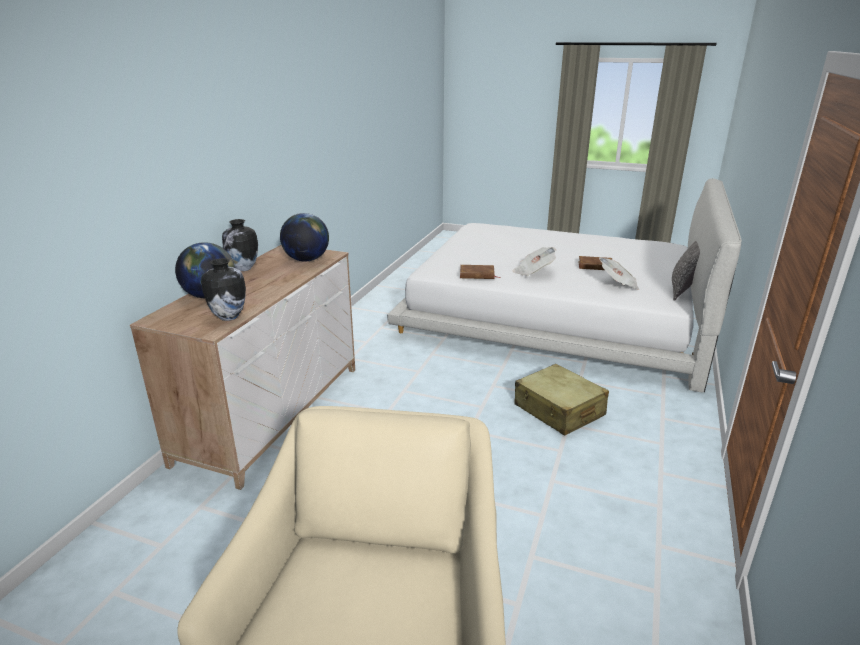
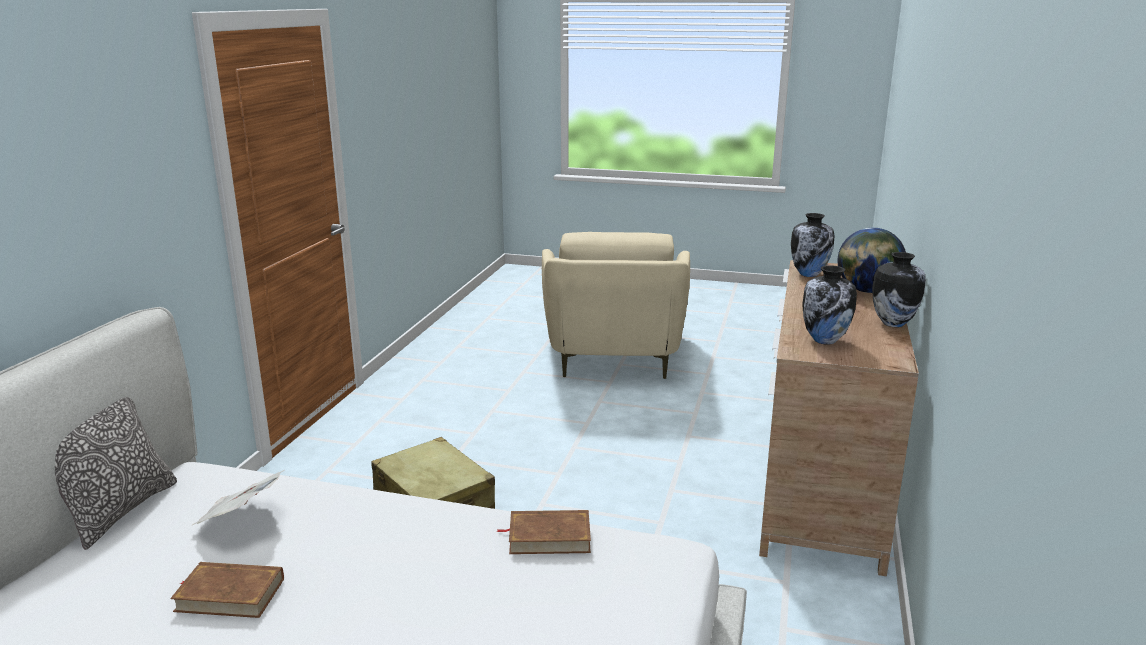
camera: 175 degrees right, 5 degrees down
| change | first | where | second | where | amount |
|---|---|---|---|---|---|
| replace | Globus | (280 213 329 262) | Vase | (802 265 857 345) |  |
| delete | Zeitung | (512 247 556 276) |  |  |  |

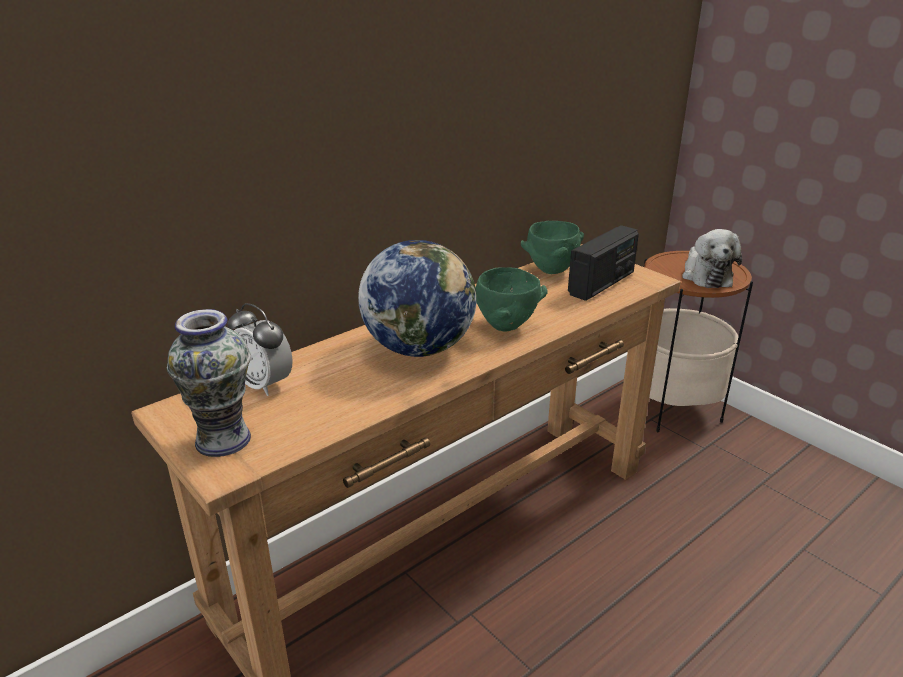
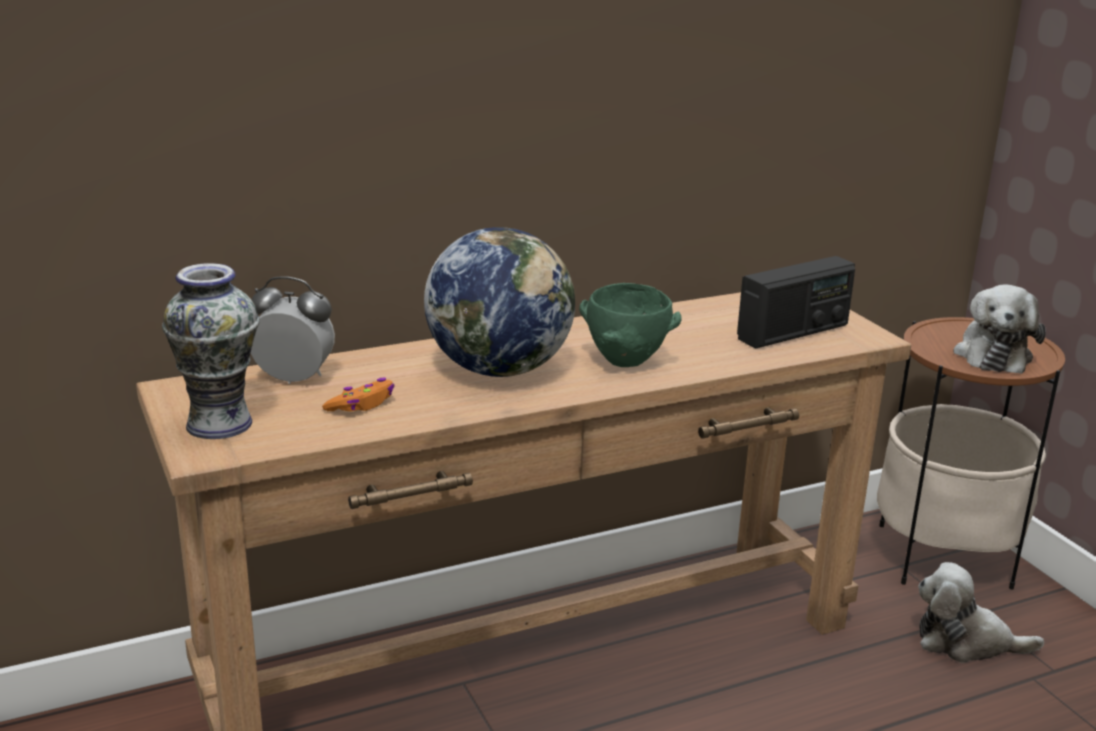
camera: 15 degrees right, 5 degrees down
| change | first | where | second | where | amount |
|---|---|---|---|---|---|
| delete | Schüssel (grün) | (521 221 584 274) |  |  |  |
| rotate | Wecker | (228 303 293 396) |  | (251 276 335 384) | 135 degrees clockwise |
| insert |  |  | Gamepad (orange) | (322 377 395 411) |  |
| insert |  |  | Plüschtier | (918 562 1044 663) |  |

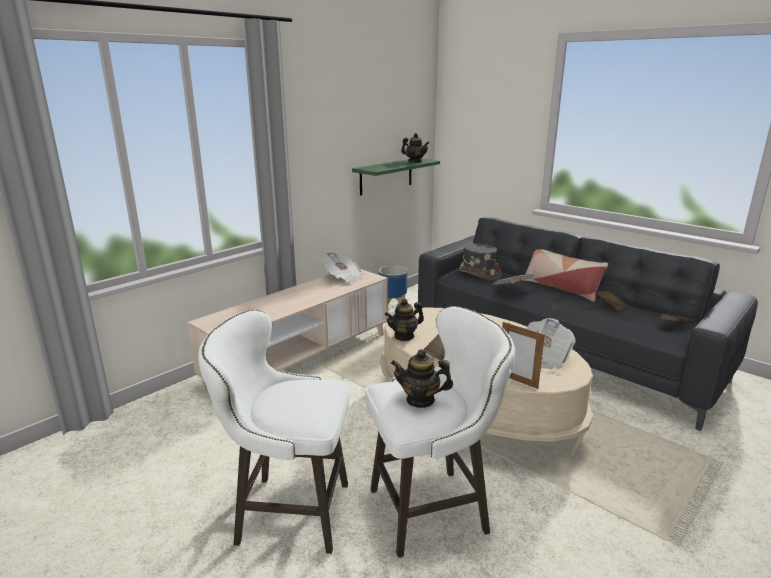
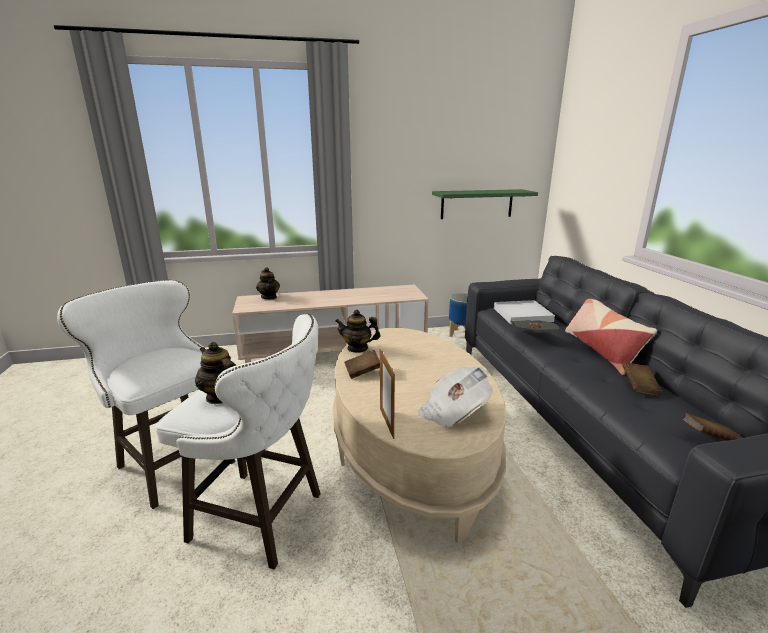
camera: 35 degrees right, 0 degrees up
| change | first | where | second | where | amount |
|---|---|---|---|---|---|
| move | Teekanne | (401 133 429 162) |  | (256 267 280 299) |  |
| replace | Hut (grau) | (456 243 502 281) | Tablett (weiß) | (494 300 555 324) |  |
| delete | Zeitung | (323 252 363 284) |  |  |  |

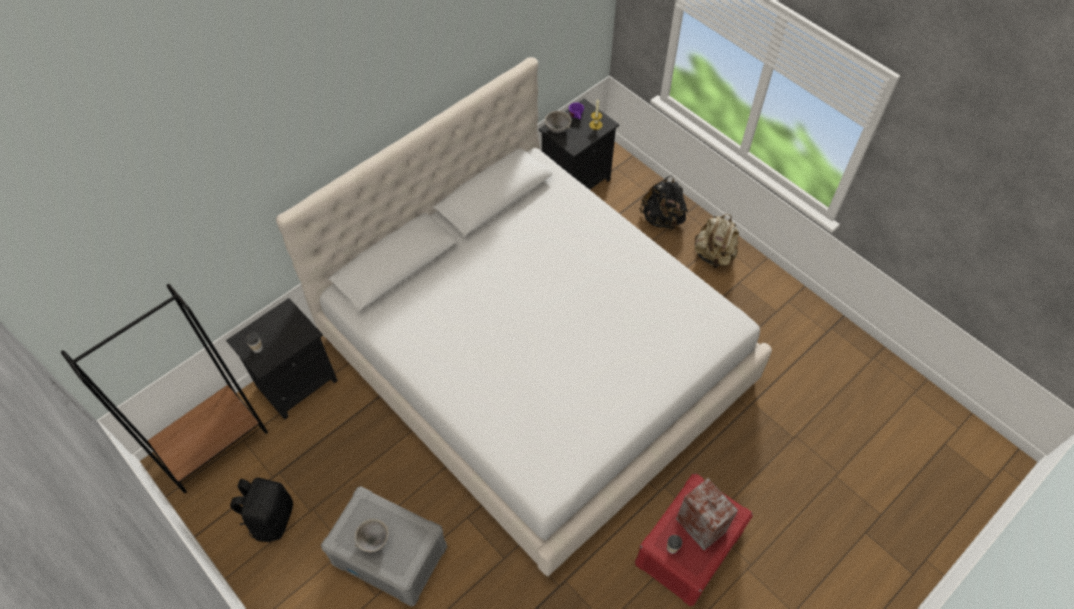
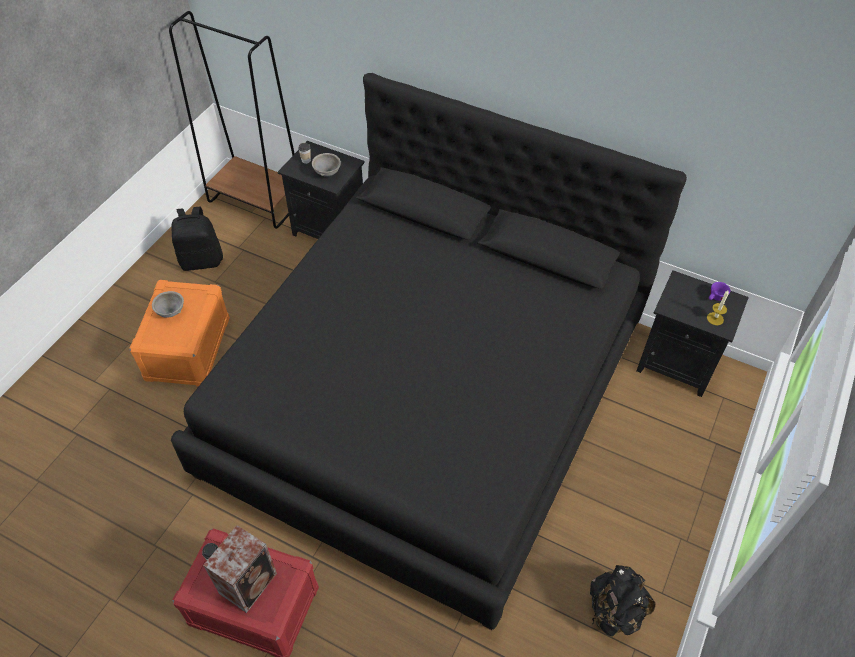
camera: 70 degrees right, 5 degrees down
| change | first | where | second | where | amount |
|---|---|---|---|---|---|
| recolor | Bett (weiß) | (276 57 772 577) | Bett (schwarz) | (171 73 687 630) |  |
| move | Schüssel (grau) | (545 111 571 133) |  | (312 153 341 177) |  |
| move | Rucksack (schwarz) | (639 176 688 231) |  | (590 565 656 636) |  |
| delete | Rucksack (beige) | (694 214 739 268) |  |  |  |
| recolor | Aufbewahrungsbox (grau) | (321 486 447 607) | Aufbewahrungsbox (orange) | (129 280 230 386) |  |

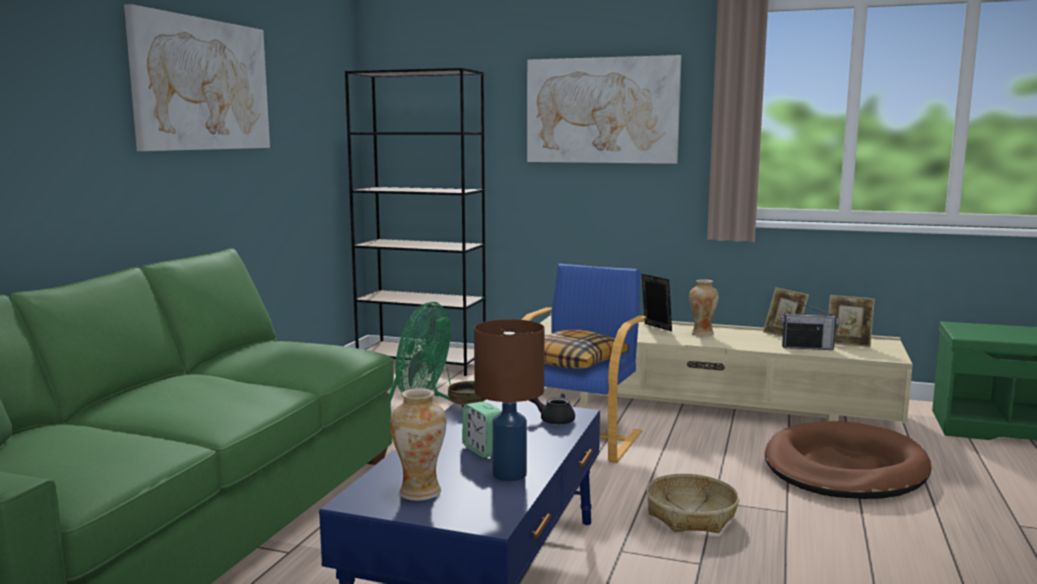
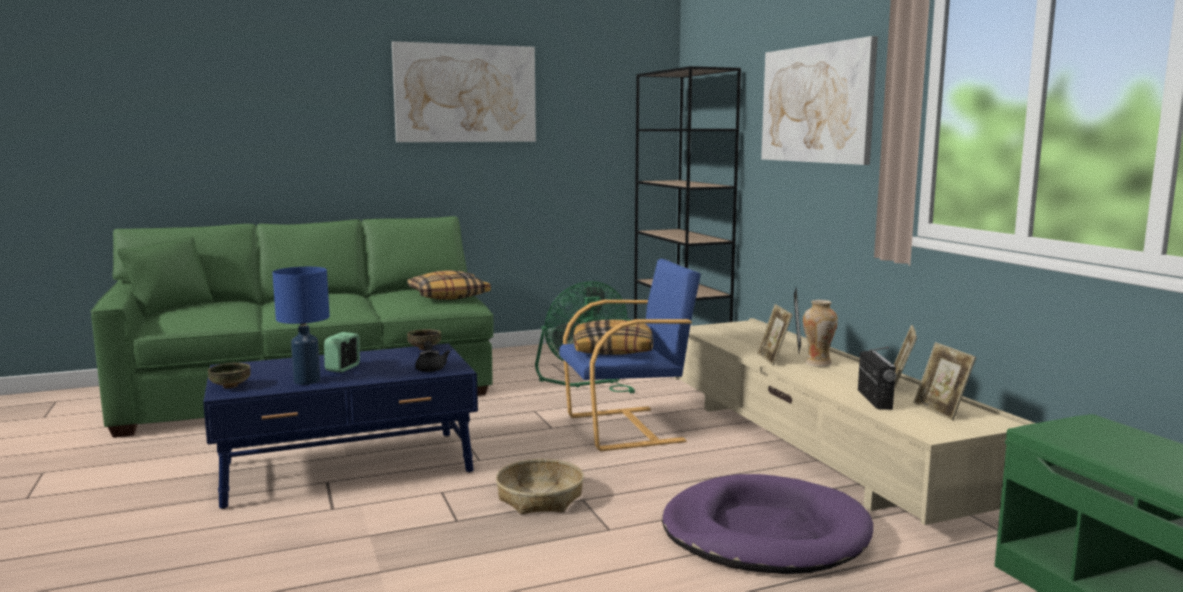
camera: 50 degrees right, 0 degrees up
| change | first | where | second | where | amount |
|---|---|---|---|---|---|
| rotate | Radio | (780 300 839 350) |  | (858 347 896 410) | 150 degrees counterclockwise |
| recolor | Tischlampe (braun) | (474 319 545 482) | Tischlampe (blau) | (272 267 330 385) |  |
| delete | Vase | (390 388 446 501) |  |  |  |
| recolor | Hundebett (braun) | (765 421 932 499) | Hundebett (lila) | (662 474 873 574) |  |
| insert |  |  | Kissen | (408 271 491 300) |  |
| insert |  |  | Bilderrahmen | (757 304 793 366) |  |
| insert |  |  | Schüssel | (208 363 251 388) |  |

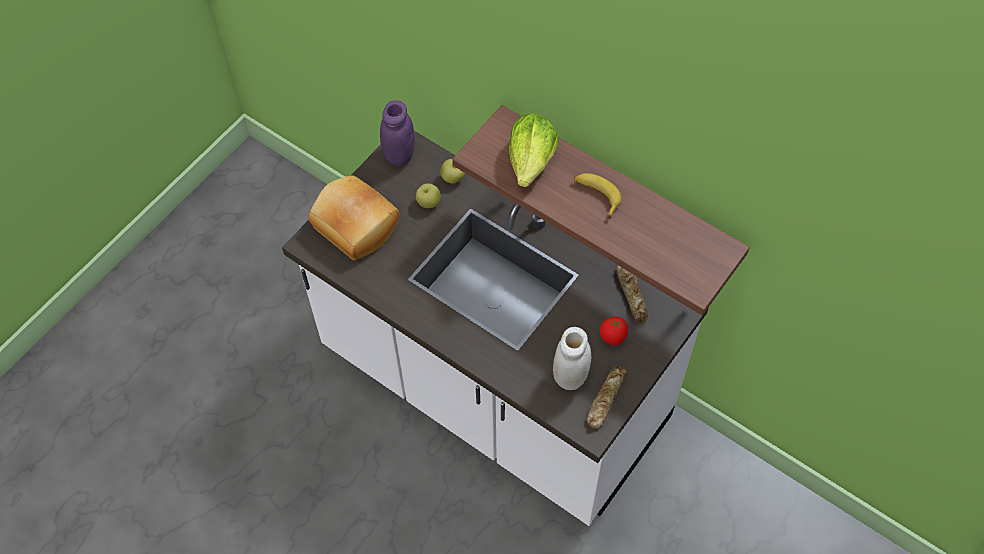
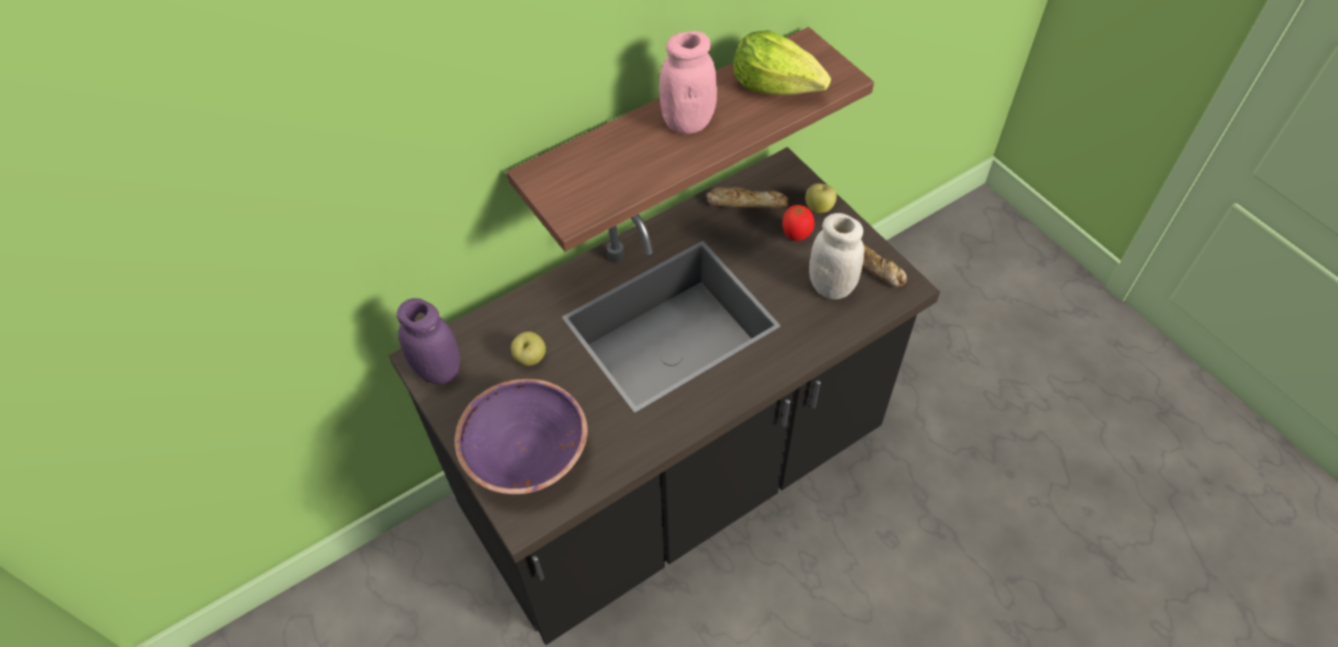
camera: 70 degrees left, 5 degrees down
| change | first | where | second | where | amount |
|---|---|---|---|---|---|
| move | Salatkopf | (509 113 559 187) |  | (733 30 831 95) |  |
| recolor | Küchenzeile (weiß) | (282 131 709 526) | Küchenzeile (schwarz) | (388 147 940 645) |  |
| move | Apfel | (440 159 465 184) |  | (805 183 837 213) |  |
| replace | Banane | (574 173 622 219) | Vorratsglas (rosa) | (659 31 717 134) |  |
| replace | Brot | (309 176 399 261) | Schüssel (lila) | (455 379 588 494) |  |

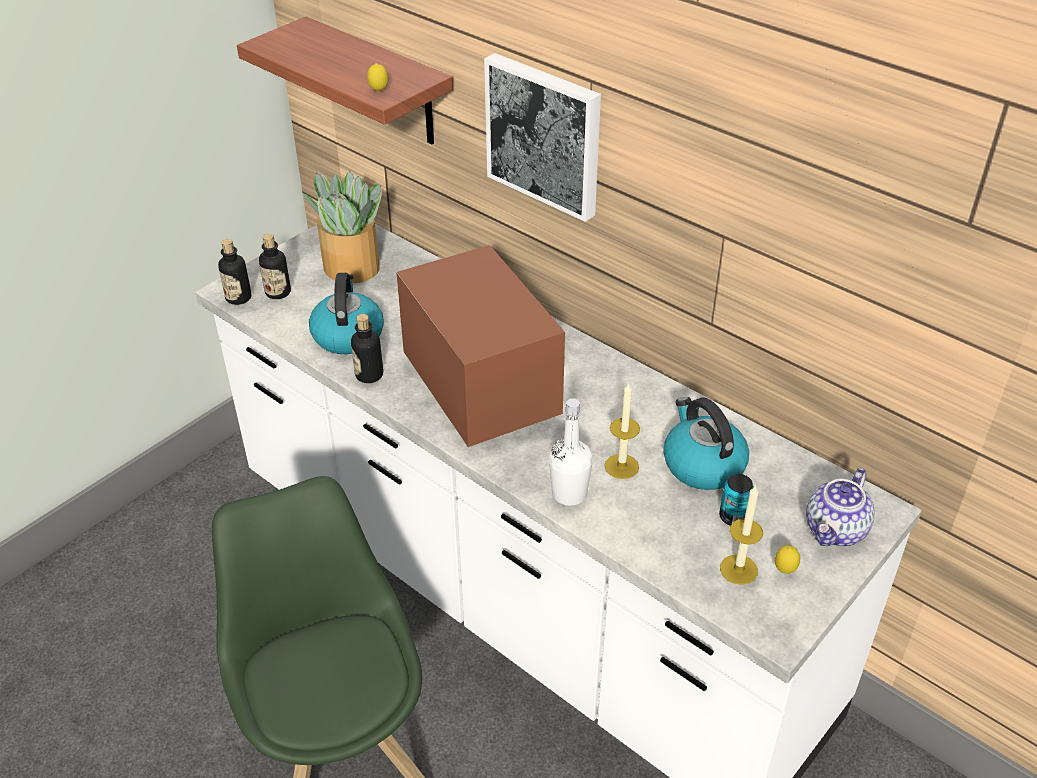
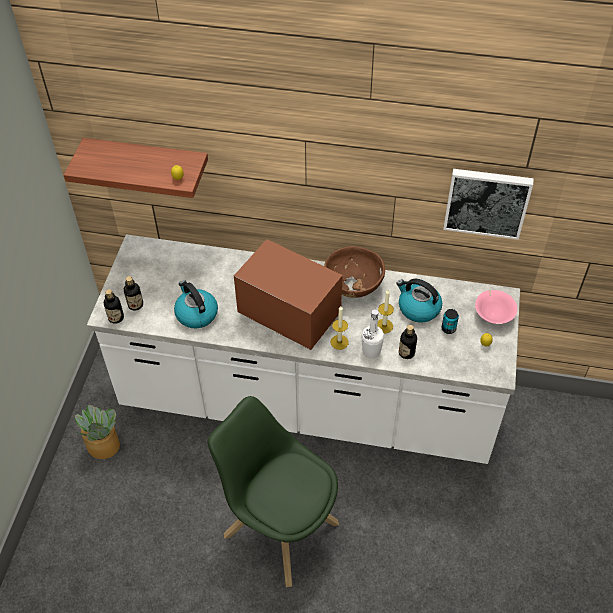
camera: 30 degrees left, 10 degrees up
| change | first | where | second | where | amount |
|---|---|---|---|---|---|
| move | Bild | (484 53 601 222) |  | (443 169 533 240) |  |
| move | Topfpflanze | (302 170 382 283) |  | (75 405 120 459) |  |
| move | Flasche | (351 314 383 383) |  | (399 325 417 359) |  |
| replace | Teekanne | (806 468 875 546) | Schüssel (rosa) | (475 290 517 324) |  |
| move | Kerze | (720 485 763 585) |  | (331 306 349 350) |  |
| insert |  |  | Schüssel (braun) | (324 246 385 298) |  |

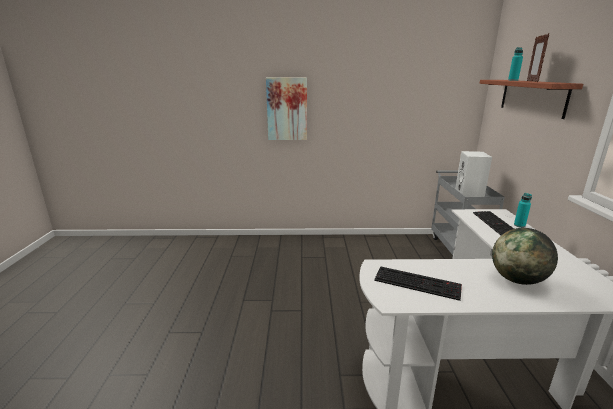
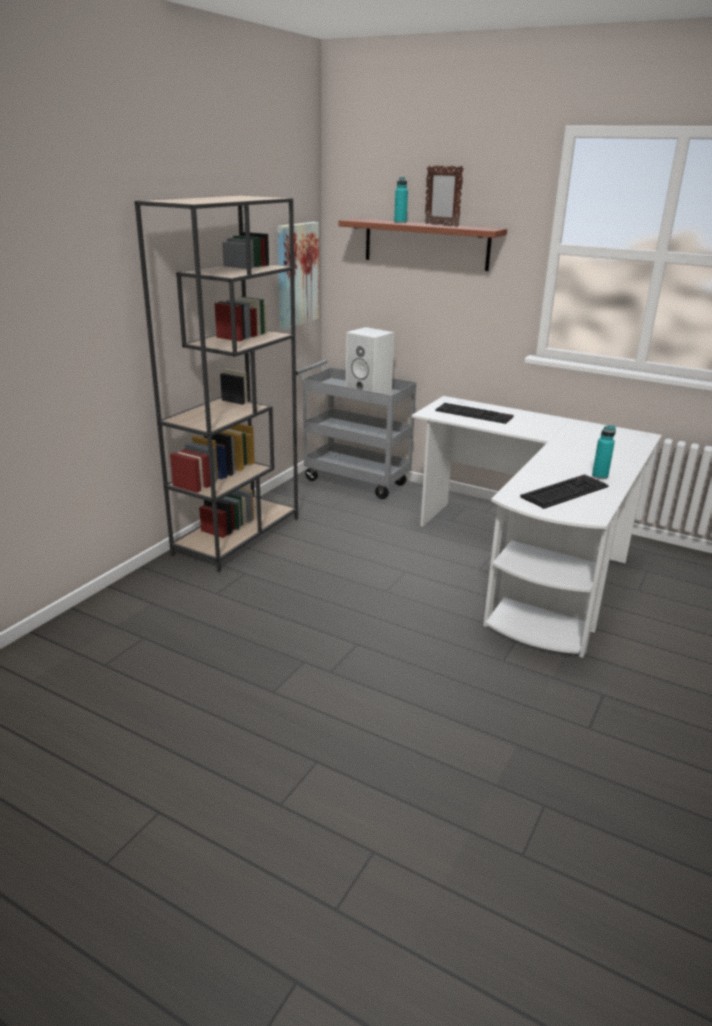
camera: 60 degrees left, 5 degrees up
| change | first | where | second | where | amount |
|---|---|---|---|---|---|
| move | Bild | (266 77 307 140) |  | (277 222 319 330) |  |
| move | Flasche (türkis) | (514 193 532 228) |  | (592 425 616 479) |  |
| delete | Globus | (492 228 558 285) |  |  |  |
| insert |  |  | Bücherregal | (135 195 298 572) |  |

